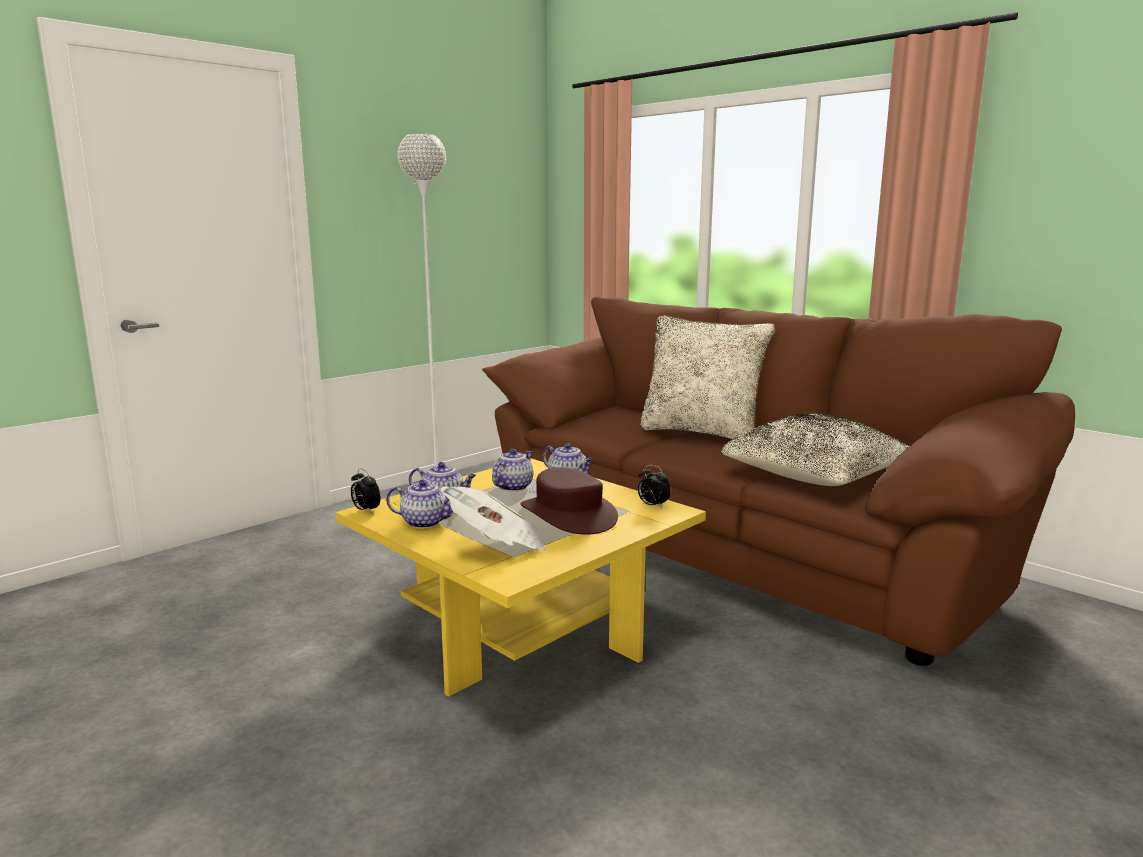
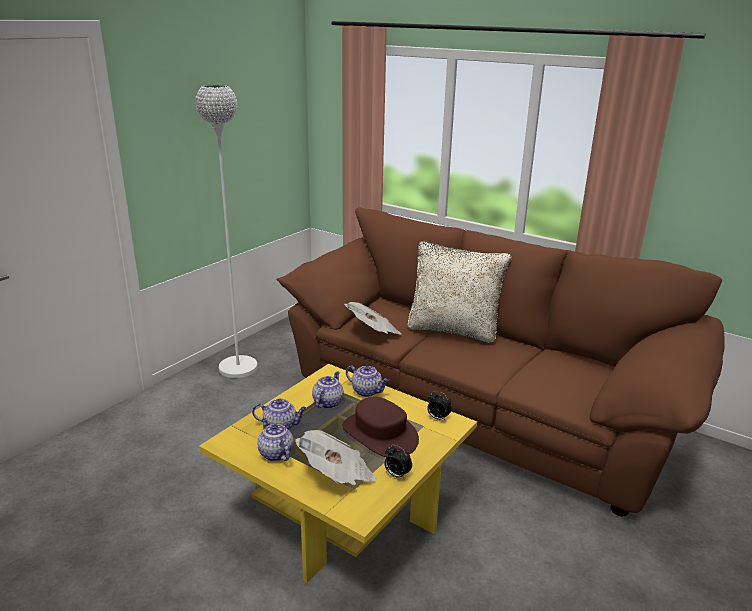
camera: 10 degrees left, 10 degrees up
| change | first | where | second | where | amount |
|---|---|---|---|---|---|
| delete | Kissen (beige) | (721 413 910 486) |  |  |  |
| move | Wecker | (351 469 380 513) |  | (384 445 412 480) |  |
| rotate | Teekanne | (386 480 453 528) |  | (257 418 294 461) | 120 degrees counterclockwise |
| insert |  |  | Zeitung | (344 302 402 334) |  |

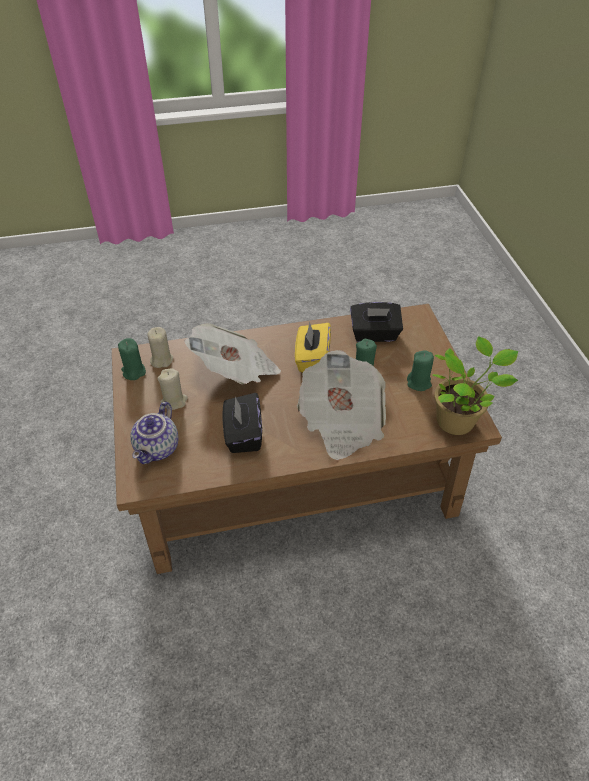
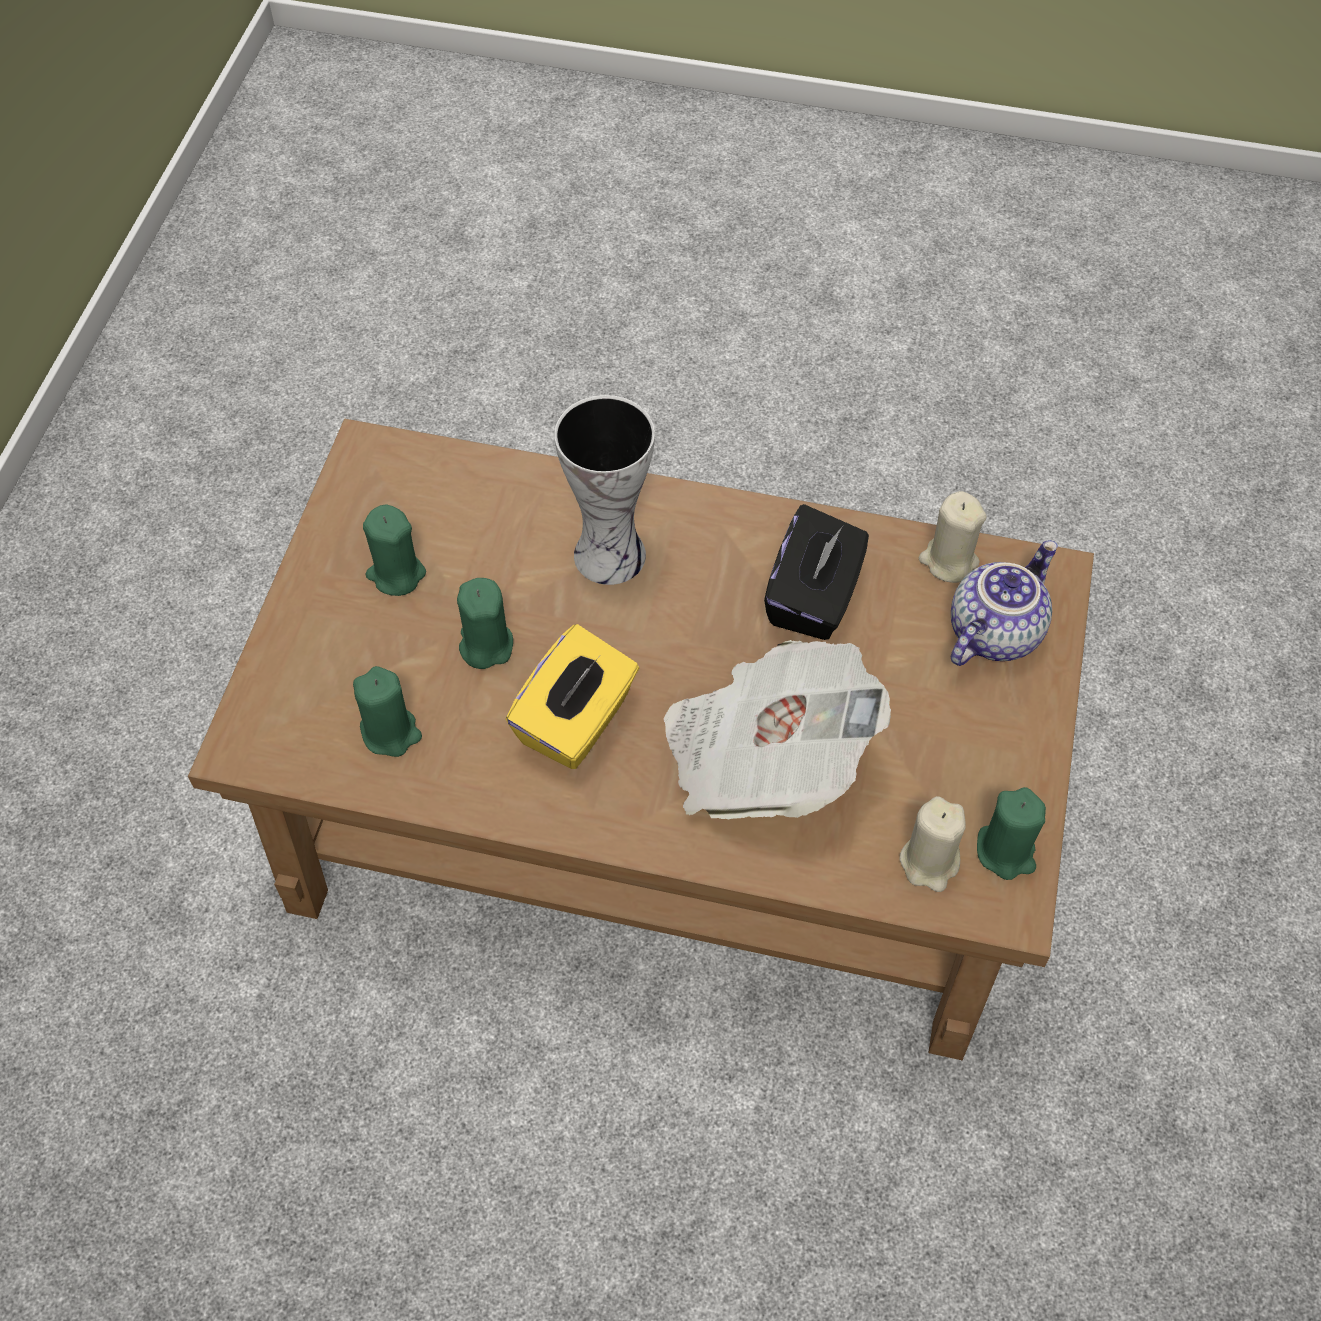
camera: 155 degrees left, 10 degrees up
| change | first | where | second | where | amount |
|---|---|---|---|---|---|
| replace | Taschentuchbox (schwarz) | (350 302 403 342) | Kerze (grün) | (353 666 422 757) |  |
| delete | Topfpflanze | (432 336 518 435) |  |  |  |
| replace | Zeitung | (297 350 386 460) | Vase | (554 395 655 585) |  |
| move | Kerze (beige) | (158 368 188 410) |  | (919 491 987 583) |  |

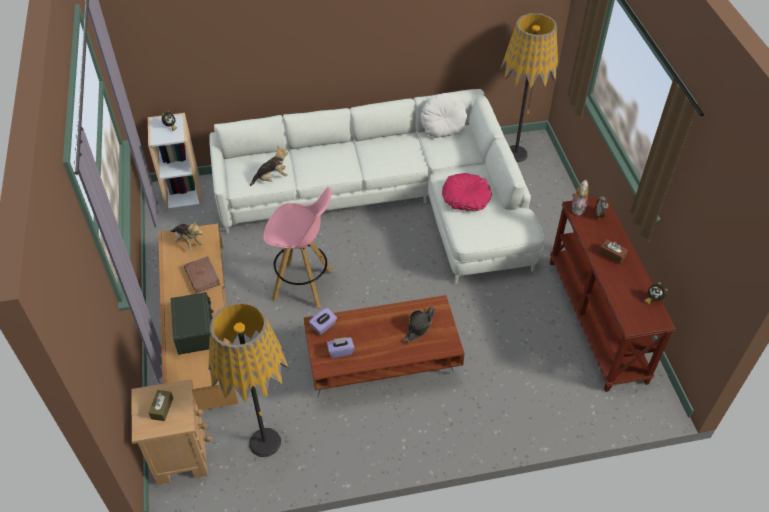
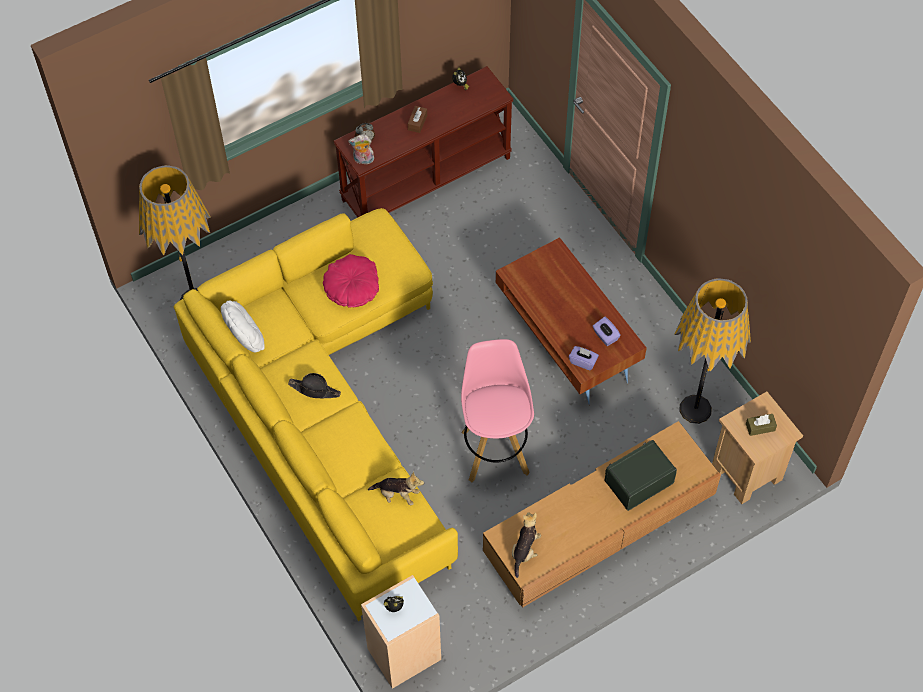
camera: 110 degrees left, 10 degrees up
| change | first | where | second | where | amount |
|---|---|---|---|---|---|
| recolor | Sofa (weiß) | (209 89 544 284) | Sofa (gelb) | (174 208 458 621) |  |
| rotate | Plüschtier | (250 146 288 186) |  | (368 472 424 505) | 150 degrees clockwise |
| delete | Buch (braun) | (184 256 220 294) |  |  |  |
| move | Hut (schwarz) | (404 307 435 343) |  | (288 373 341 398) |  |

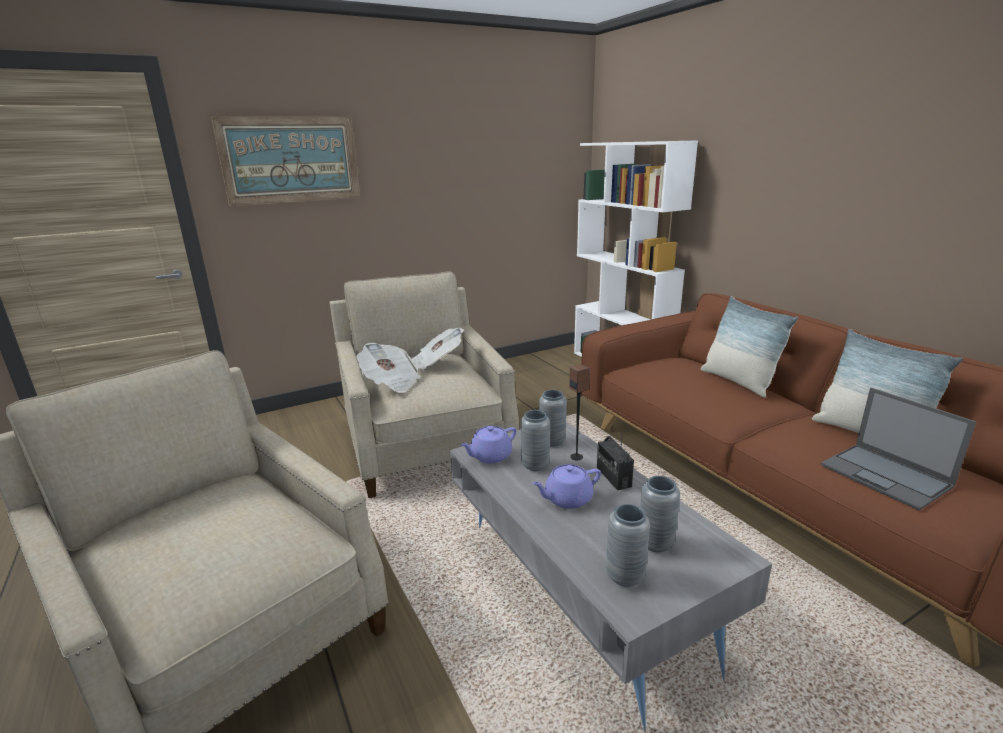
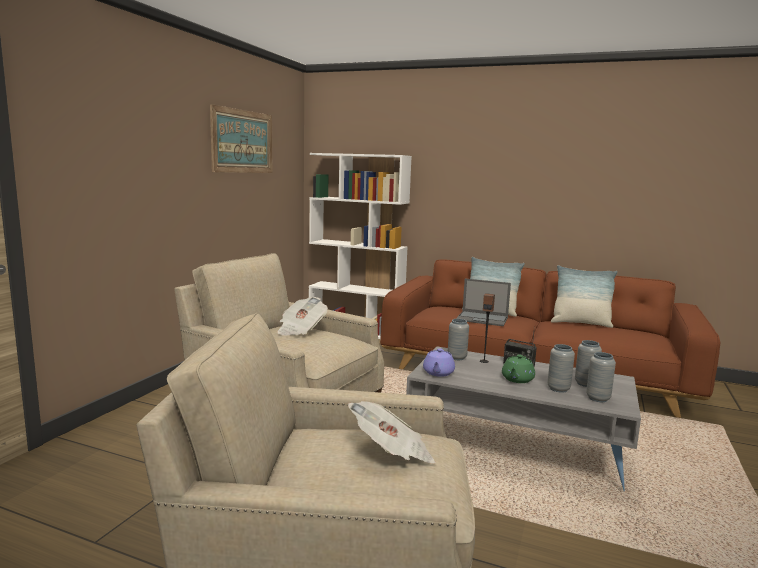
camera: 40 degrees left, 10 degrees down
| change | first | where | second | where | amount |
|---|---|---|---|---|---|
| move | Bild | (211 117 360 206) |  | (210 104 272 173) |  |
| move | Zeitung | (356 343 421 393) |  | (348 401 436 464) |  |
| move | Laptop | (820 388 976 510) |  | (456 278 511 326) |  |
| move | Vase (grau) | (520 410 550 471) |  | (547 344 575 393) |  |
| recolor | Teekanne (lila) | (532 464 601 509) | Teekanne (grün) | (502 355 535 383) |  |

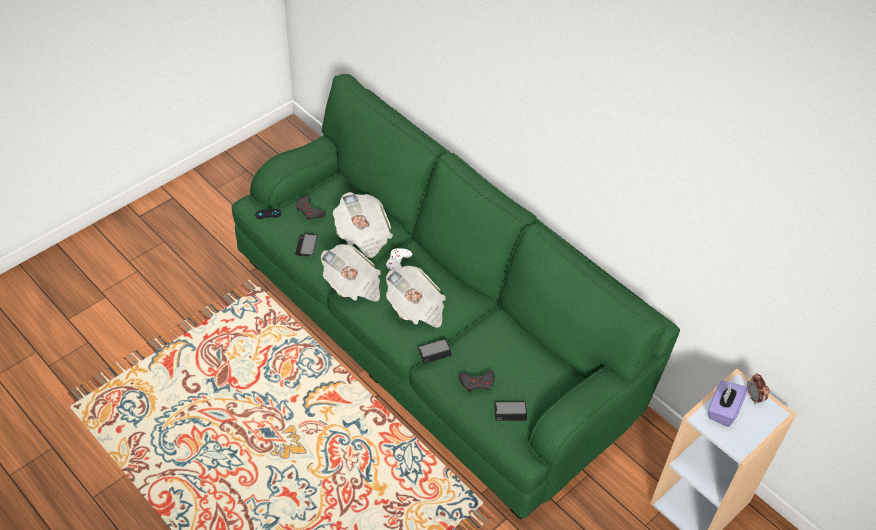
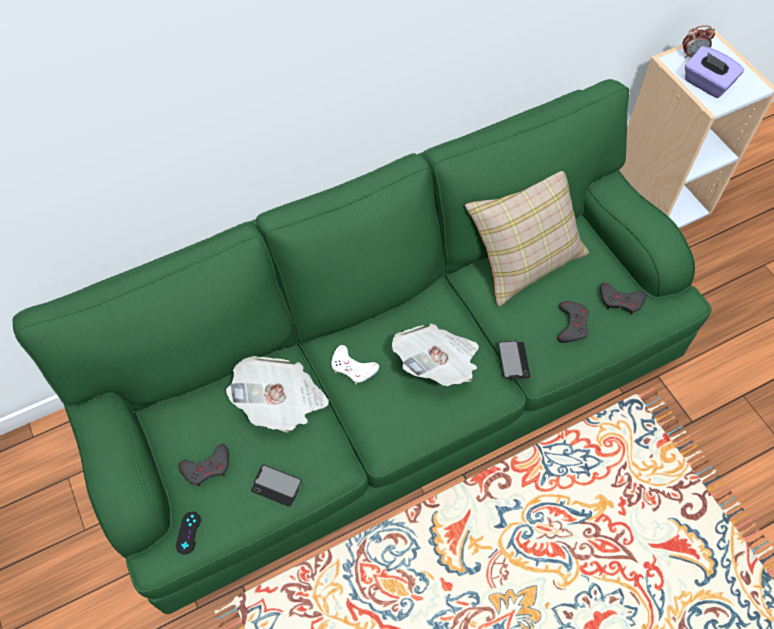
camera: 70 degrees left, 10 degrees up
| change | first | where | second | where | amount |
|---|---|---|---|---|---|
| delete | Zeitung | (321 244 381 302) |  |  |  |
| replace | Handy | (494 401 527 421) | Gamepad (grau) | (600 283 646 314) |  |
| insert |  |  | Kissen (beige) | (465 171 589 307) |  |

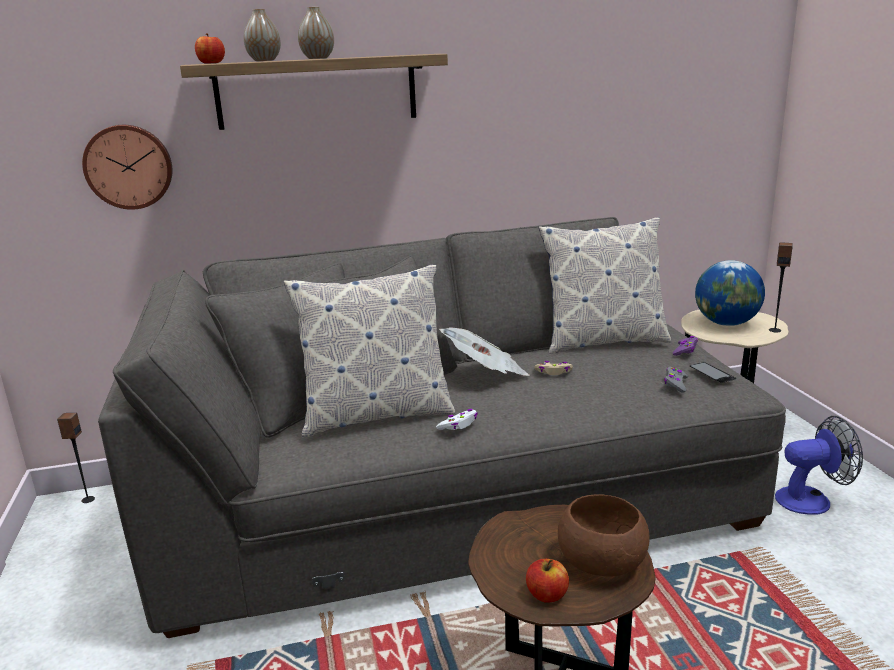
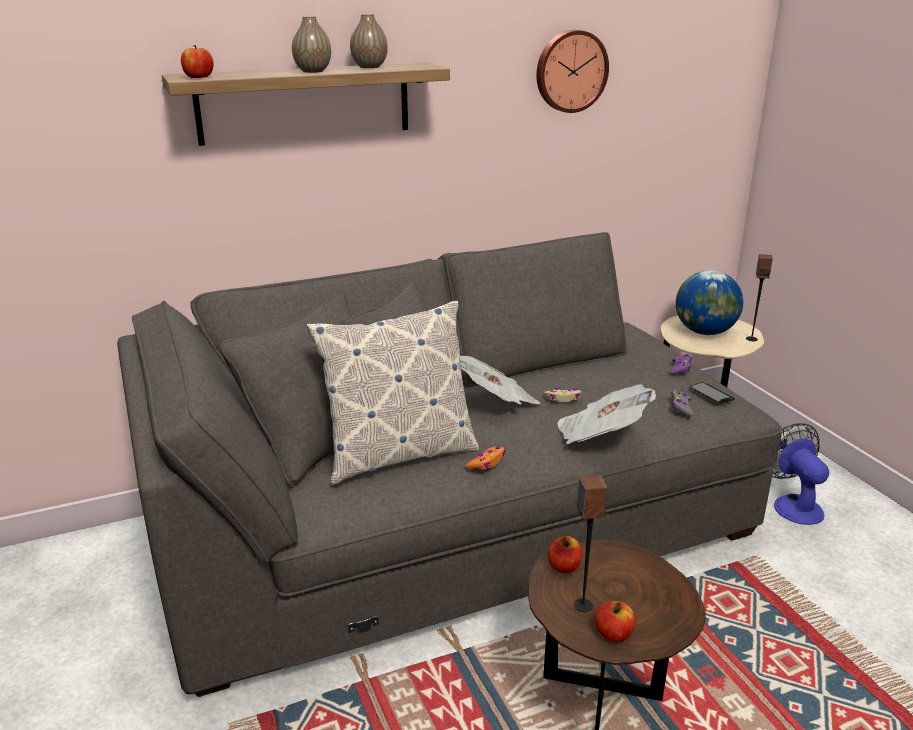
camera: 10 degrees left, 5 degrees up
| change | first | where | second | where | amount |
|---|---|---|---|---|---|
| move | Vase | (243 9 281 61) |  | (350 14 388 68) |  |
| move | Wanduhr | (82 125 172 210) |  | (536 30 609 113) |  |
| delete | Kissen | (539 217 671 353) |  |  |  |
| recolor | Gamepad (weiß) | (436 409 478 430) | Gamepad (orange) | (466 446 505 469) |  |
| move | Lautsprecher | (57 413 95 503) |  | (573 476 607 612) |  |
| rotate | Ventilator | (775 416 863 515) |  | (772 423 829 525) | 90 degrees counterclockwise |
| delete | Schüssel (braun) | (558 494 650 577) |  |  |  |
| insert |  |  | Zeitung | (557 384 656 444) |  |
| insert |  |  | Apfel | (548 536 582 573) |  |

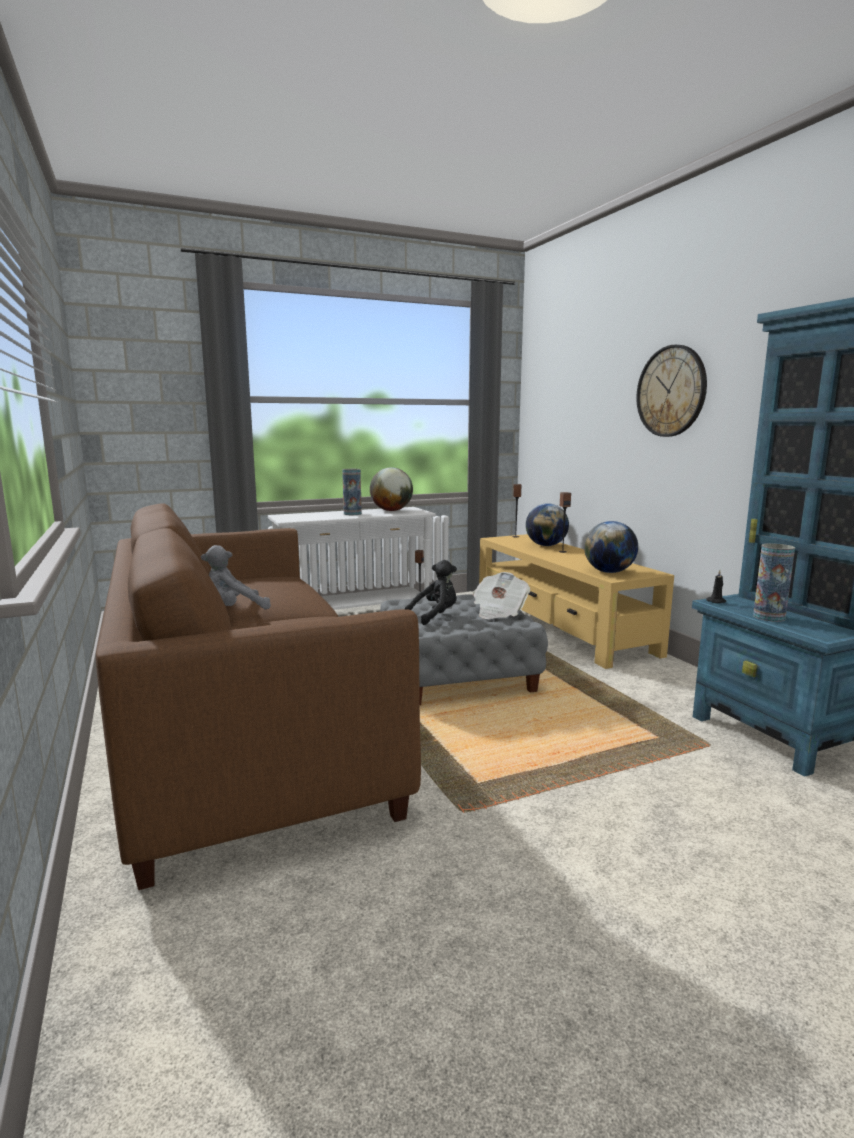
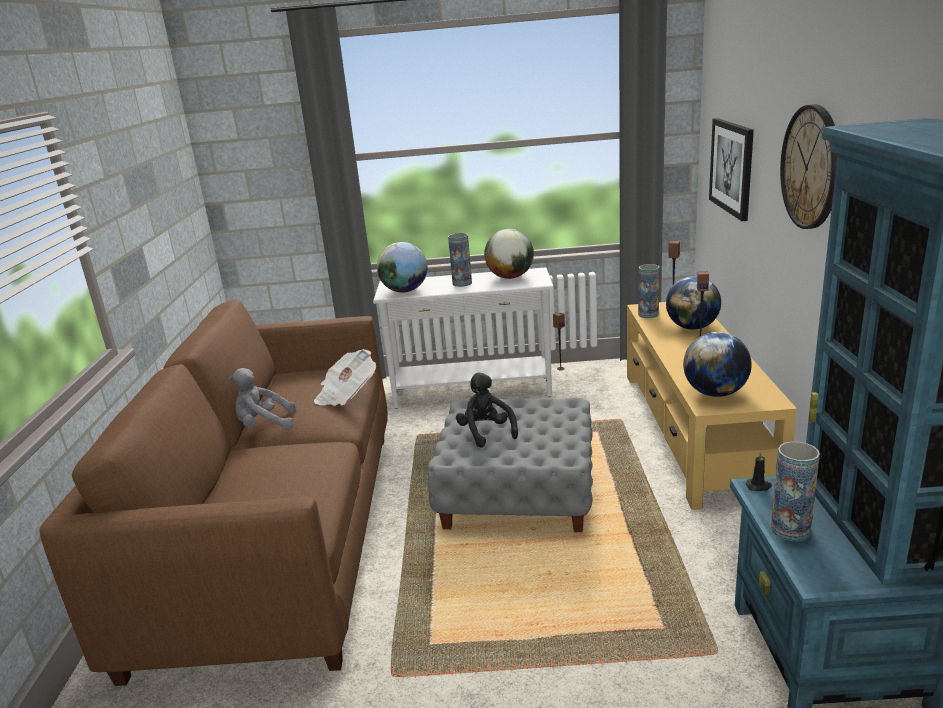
camera: 25 degrees right, 10 degrees up
| change | first | where | second | where | amount |
|---|---|---|---|---|---|
| rotate | Plüschtier (schwarz) | (405 560 457 625) |  | (456 372 518 448) | 105 degrees counterclockwise |
| move | Zeitung | (473 572 530 619) |  | (314 349 376 406) |  |
| insert |  |  | Bild | (709 118 754 221) |  |
| insert |  |  | Globus | (377 242 427 292) |  |
| insert |  |  | Vase | (638 264 660 318) |  |

